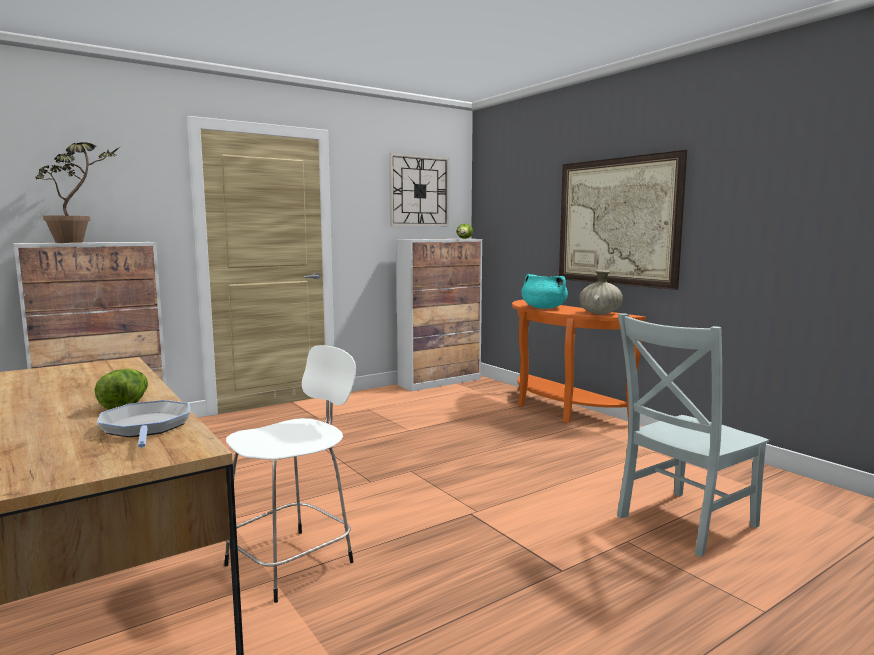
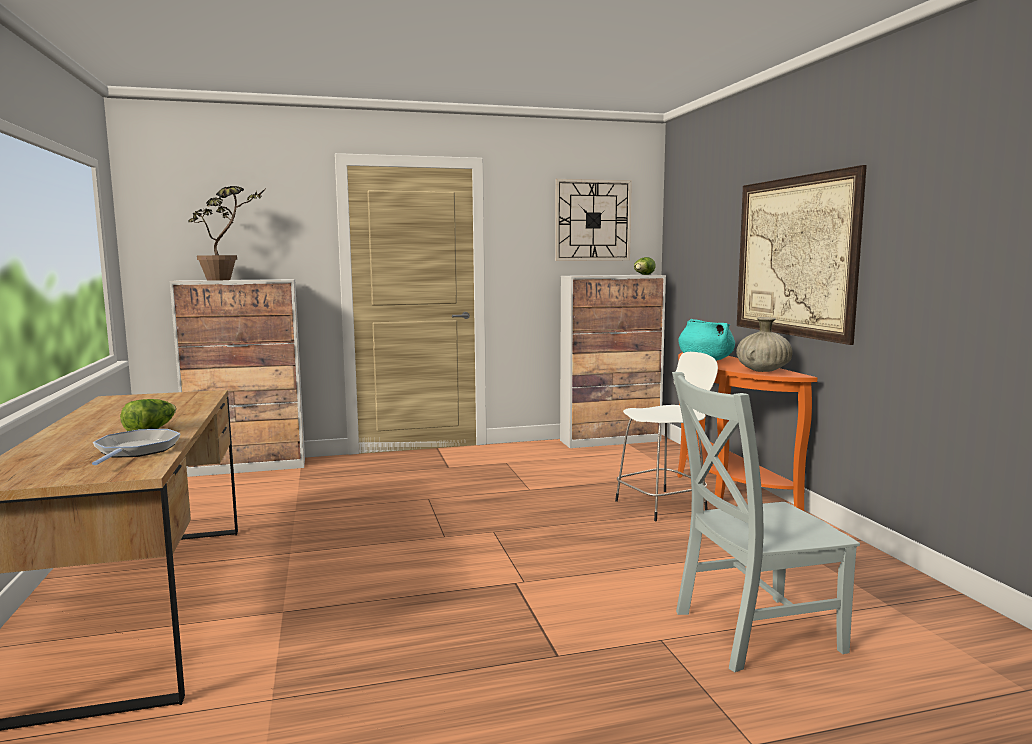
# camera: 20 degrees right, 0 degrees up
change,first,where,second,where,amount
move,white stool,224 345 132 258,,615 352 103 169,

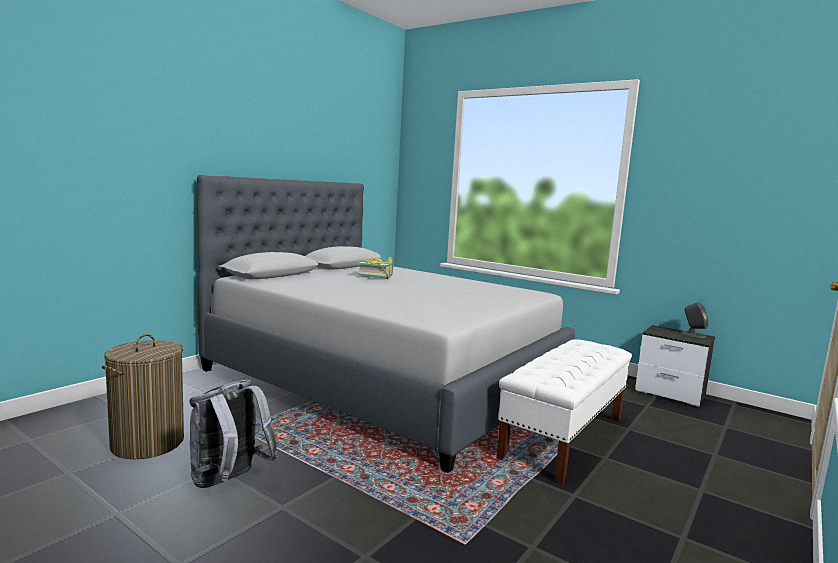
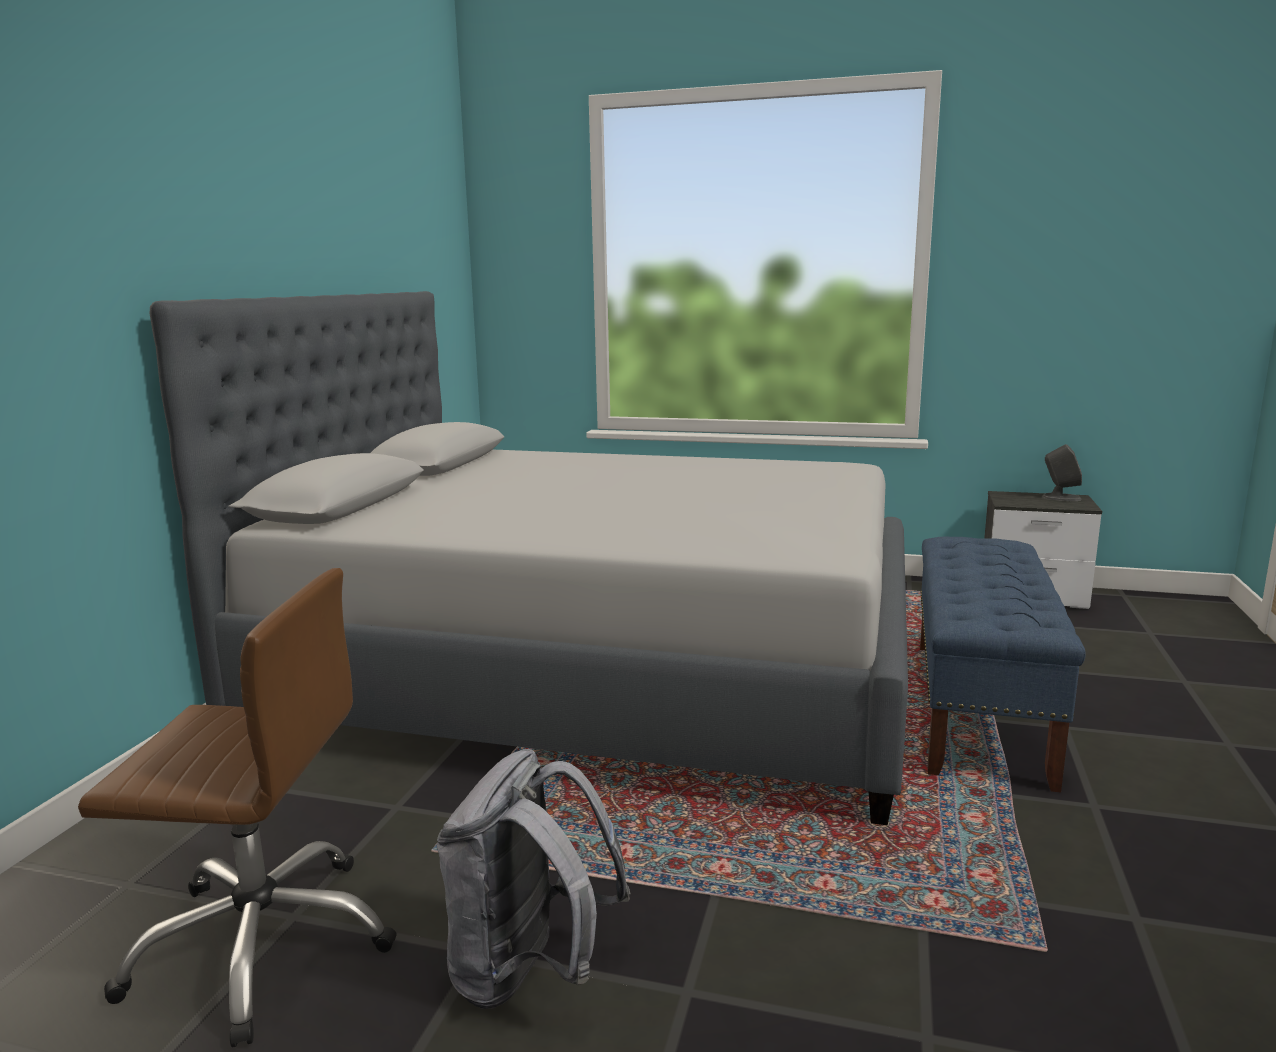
# camera: 20 degrees left, 5 degrees up
change,first,where,second,where,amount
delete,book,358 256 35 23,,,
replace,laundry basket,102 334 82 125,brown office chair,78 568 319 480,
recolor,white bench,497 339 135 146,blue bench,920 537 166 256,

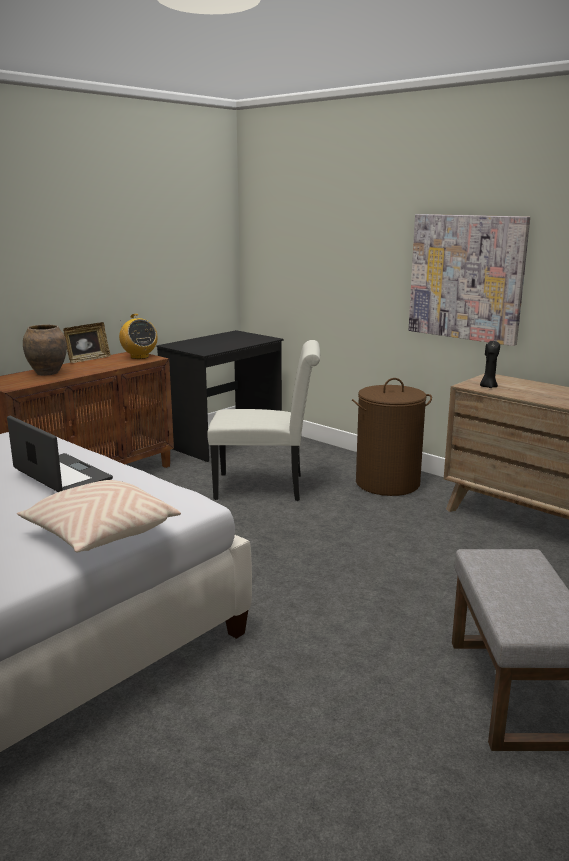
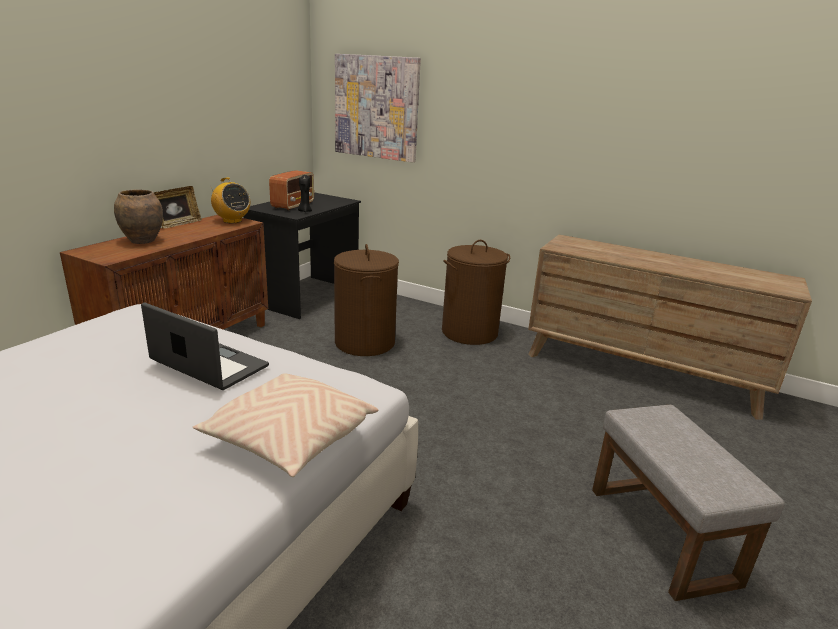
# camera: 15 degrees left, 5 degrees up
change,first,where,second,where,amount
insert,,,radio,269 170 45 41,
move,picture,409 214 121 132,,335 54 86 109,
move,black candle,480 341 20 47,,298 175 14 37,
replace,white chair,207 340 113 161,brown laundry basket,334 244 65 112,

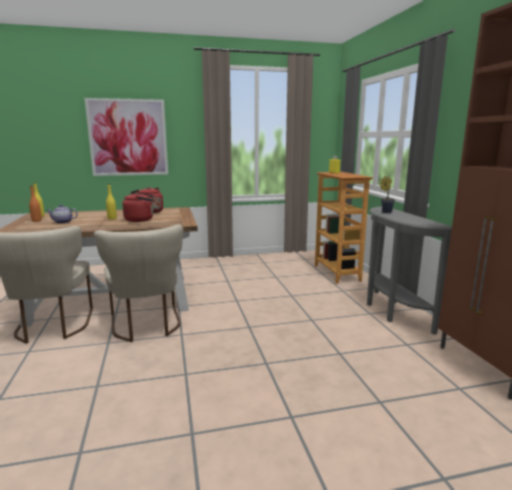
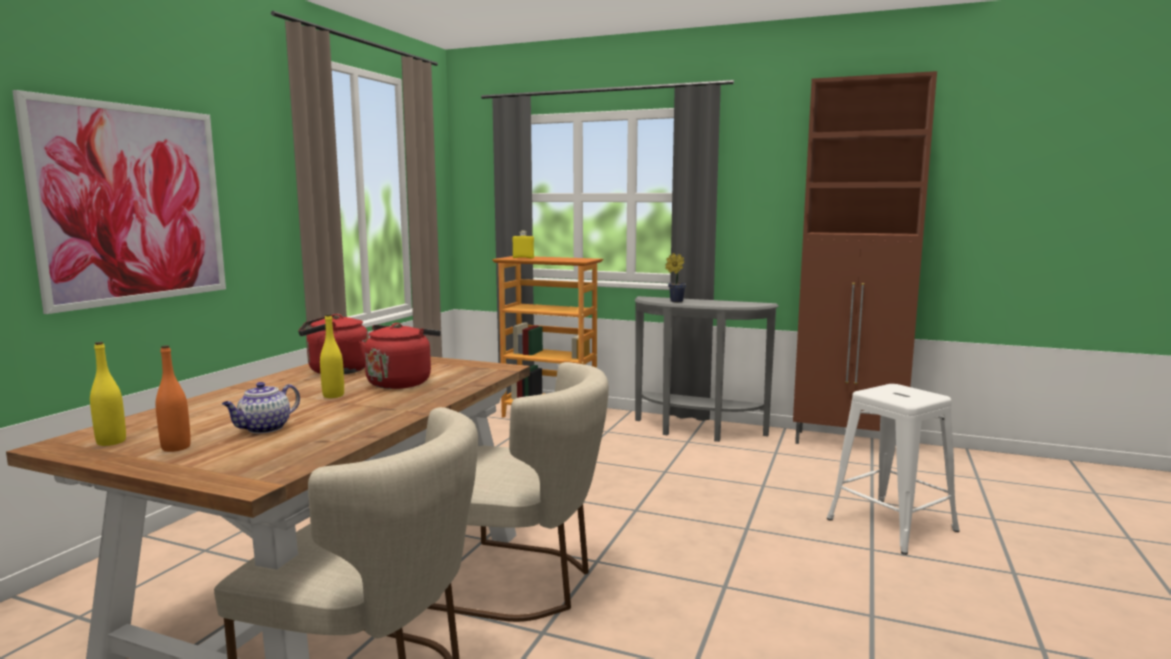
# camera: 55 degrees left, 5 degrees down
change,first,where,second,where,amount
insert,,,white stool,827 384 133 171,

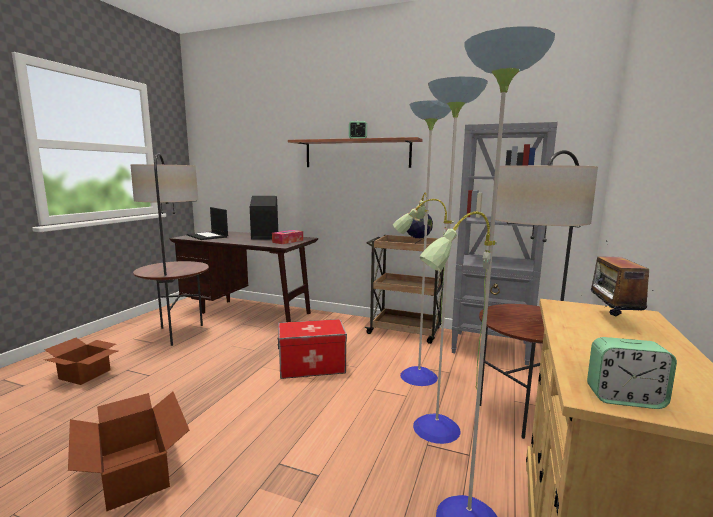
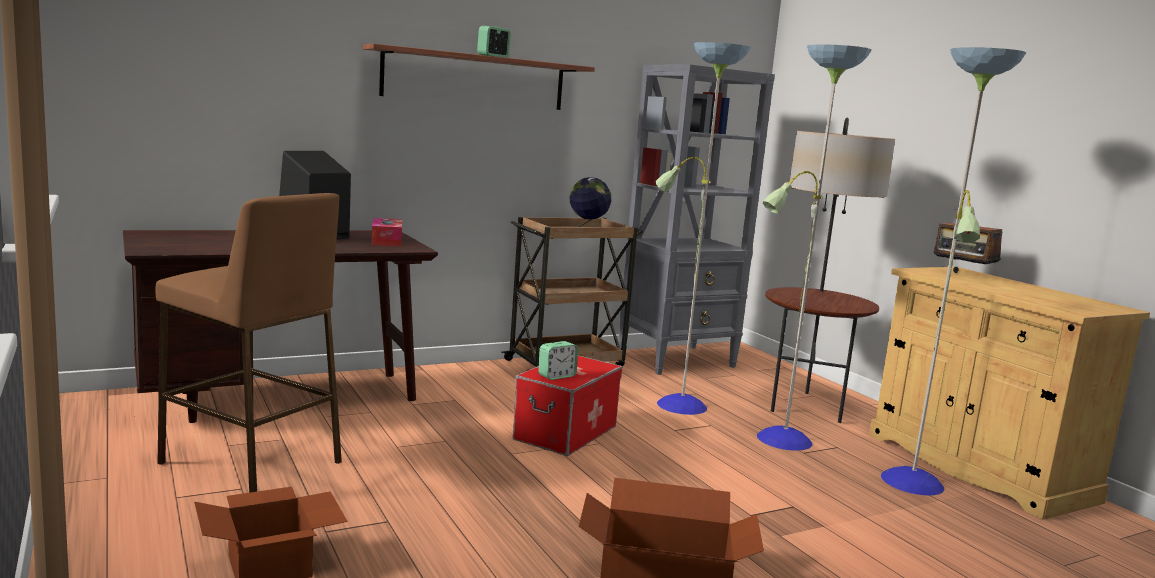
# camera: 50 degrees left, 0 degrees up
change,first,where,second,where,amount
delete,laptop,187 207 41 33,,,
move,alarm clock,587 337 90 72,,538 341 40 39,
replace,floor lamp,130 153 79 193,brown stool,155 193 187 300,

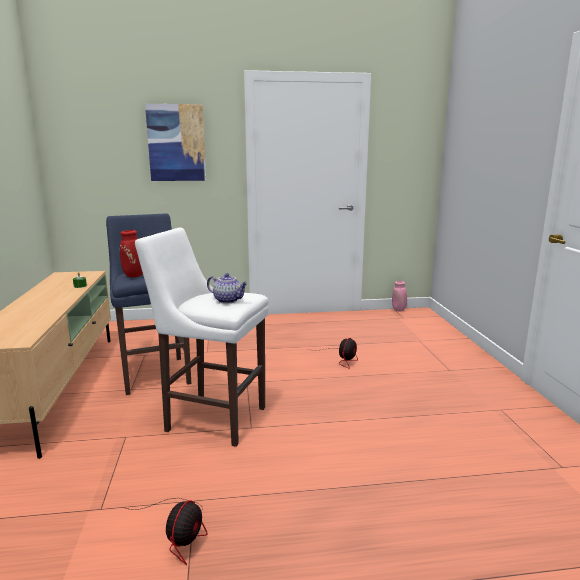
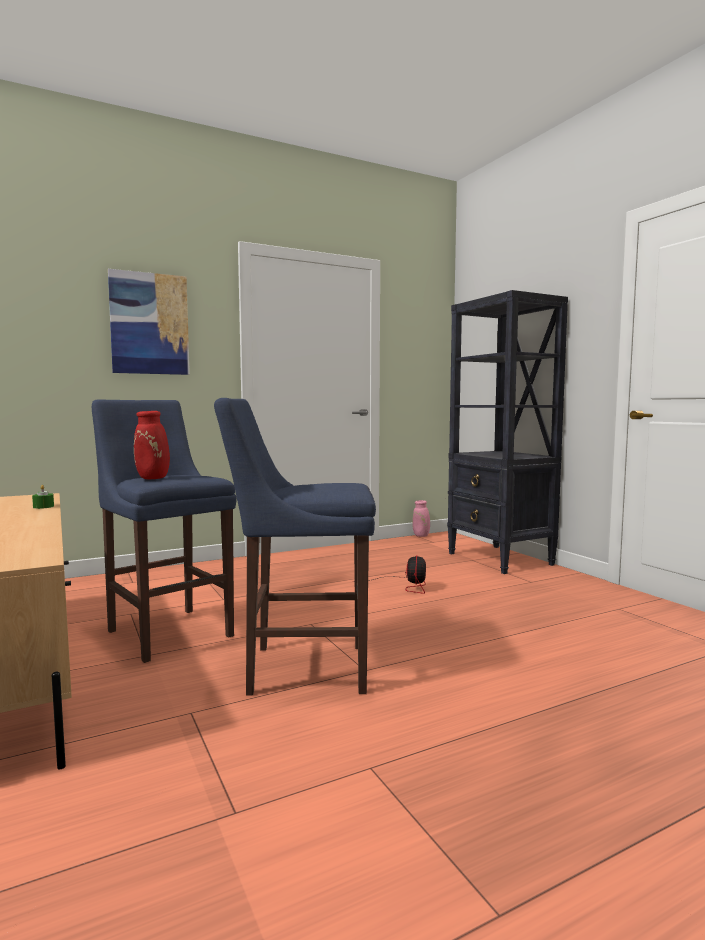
# camera: 20 degrees left, 10 degrees down
change,first,where,second,where,amount
delete,fan,122 498 85 67,,,
delete,teapot,207 273 41 31,,,
insert,,,black bookcase,447 290 121 284,
recolor,white stool,135 228 133 219,blue stool,214 398 162 297,

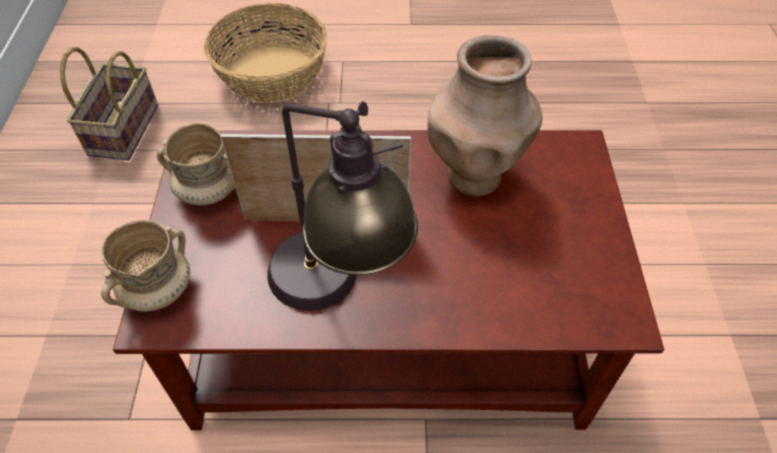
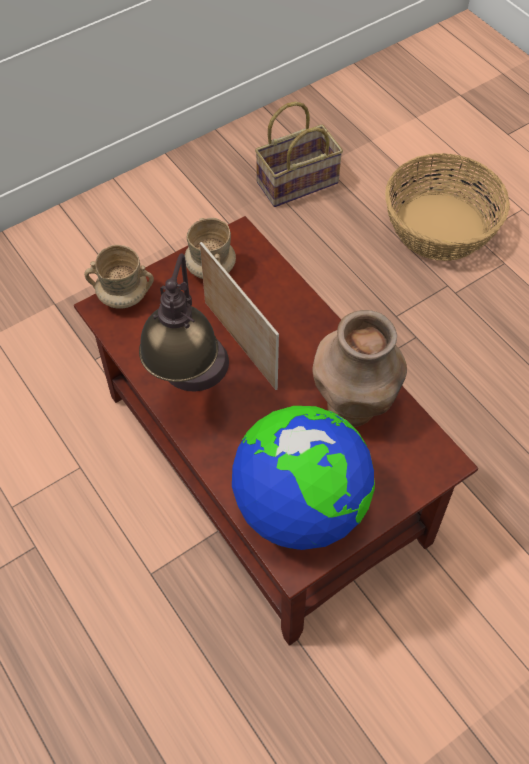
# camera: 55 degrees right, 5 degrees up
change,first,where,second,where,amount
insert,,,globe,232 406 143 144,

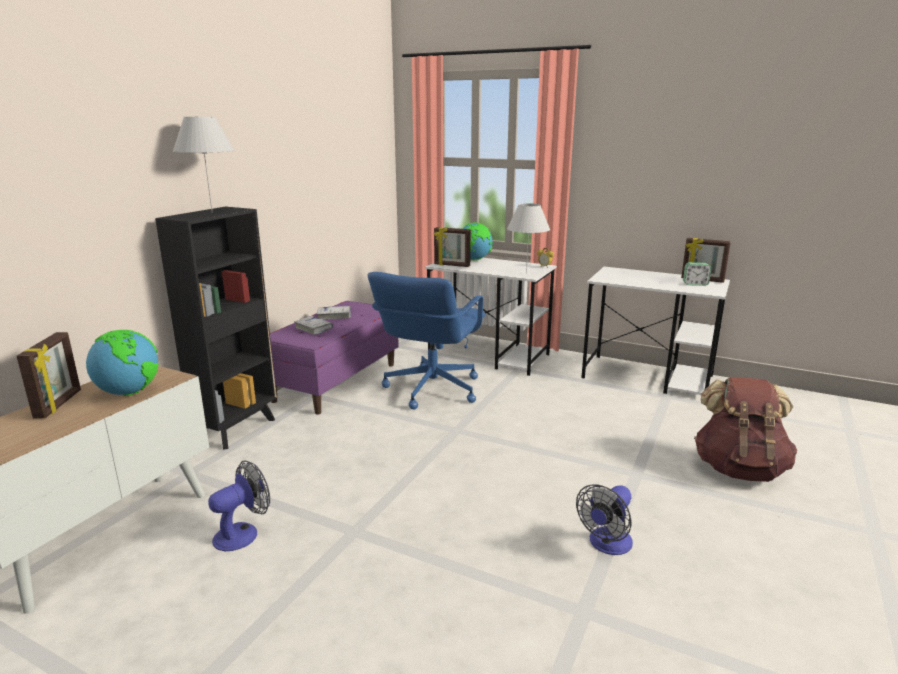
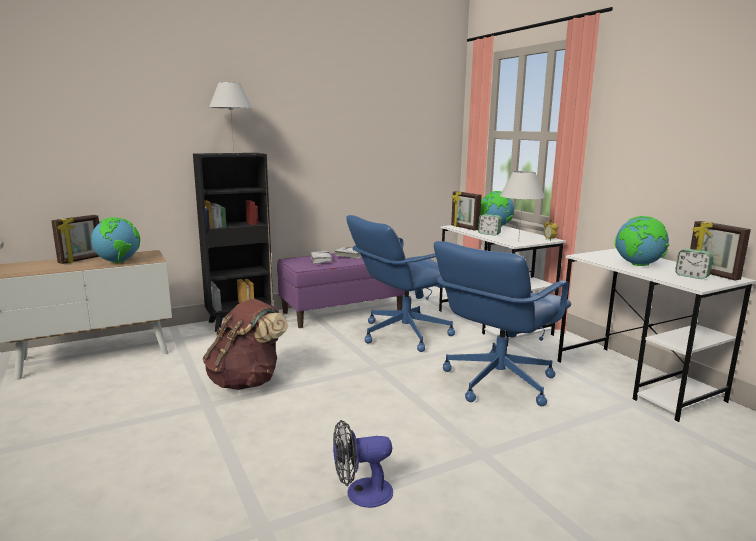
# camera: 35 degrees right, 5 degrees down
change,first,where,second,where,amount
delete,fan,208 460 62 91,,,
insert,,,blue office chair,434 241 137 165,
insert,,,alarm clock,478 214 24 22,
insert,,,globe,615 216 54 50,
move,brown backpack,694 377 103 105,,203 299 85 91,

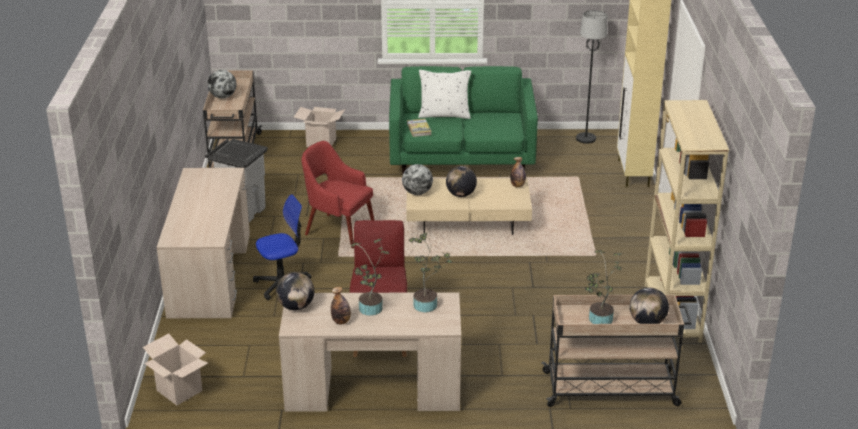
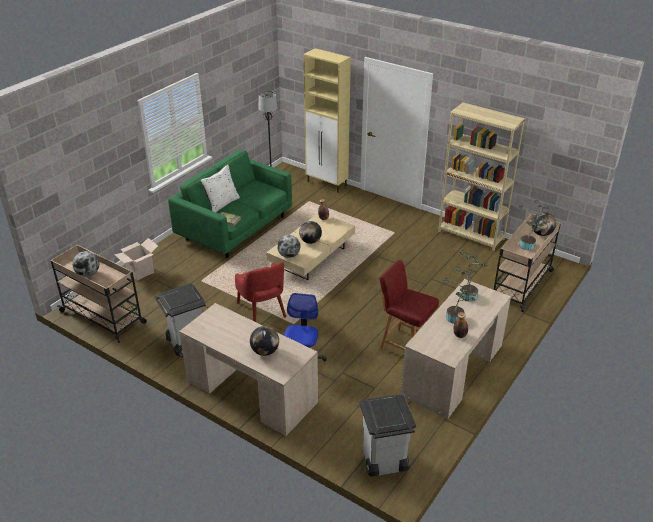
# camera: 55 degrees left, 5 degrees up
change,first,where,second,where,amount
move,globe,276 272 38 38,,250 326 29 30,
replace,cardboard box,143 333 65 72,grey trash can,359 394 57 83,
rotate,red armchair,302 141 72 107,,235 262 51 60,90 degrees counterclockwise

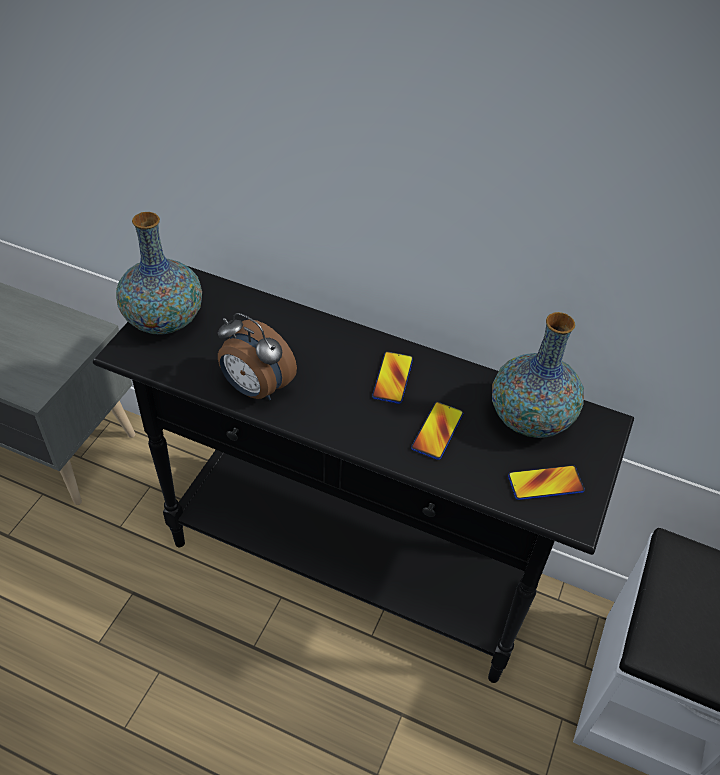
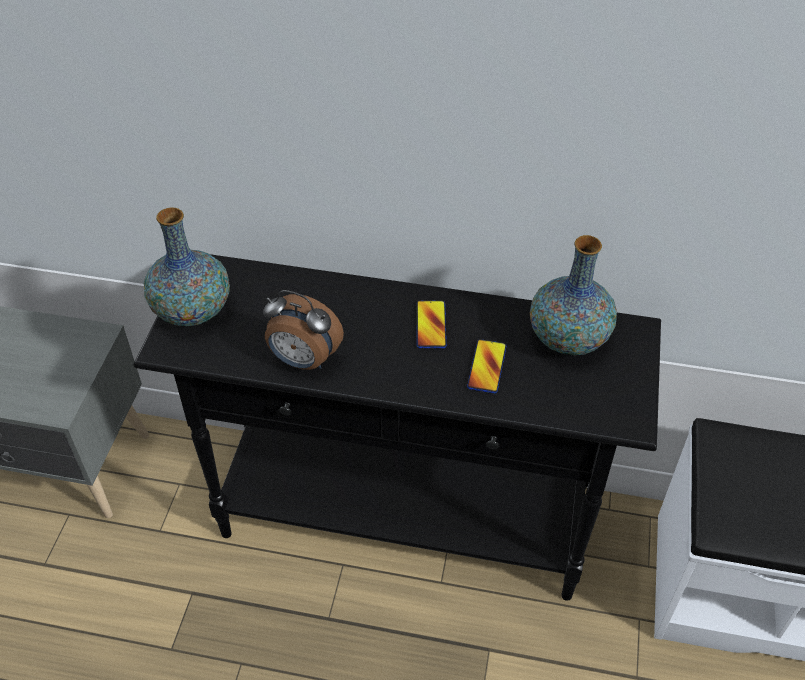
# camera: 10 degrees left, 0 degrees up
change,first,where,second,where,amount
delete,phone,508 465 77 35,,,

